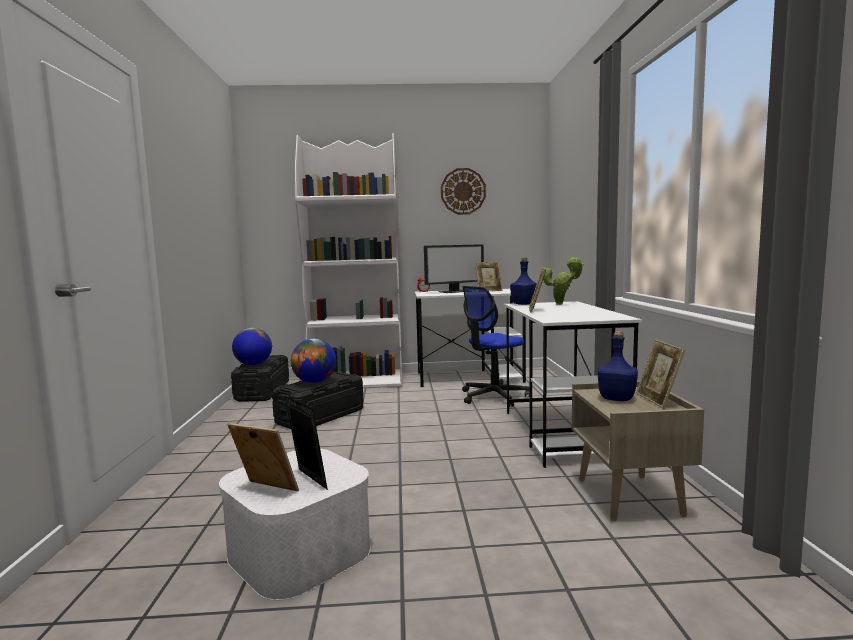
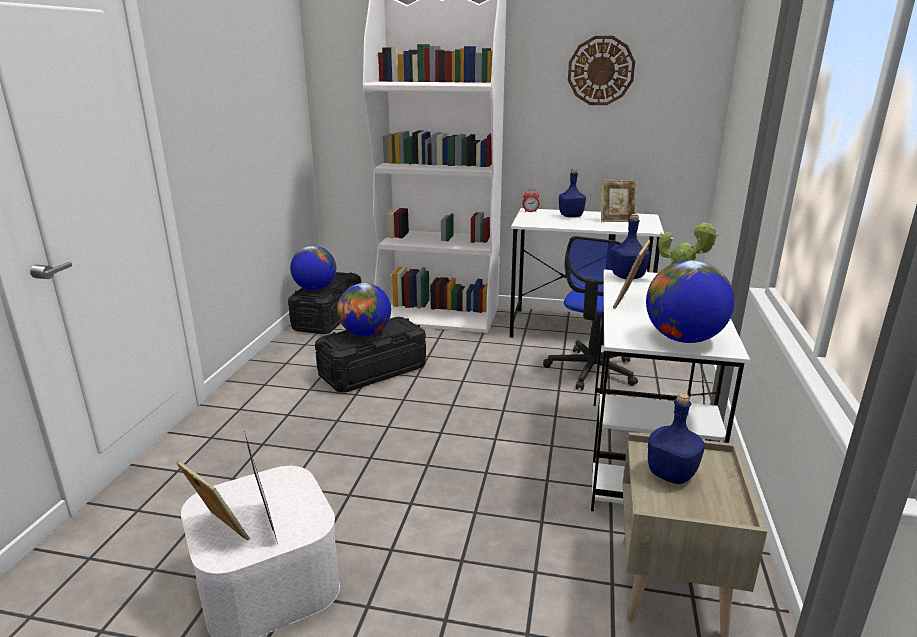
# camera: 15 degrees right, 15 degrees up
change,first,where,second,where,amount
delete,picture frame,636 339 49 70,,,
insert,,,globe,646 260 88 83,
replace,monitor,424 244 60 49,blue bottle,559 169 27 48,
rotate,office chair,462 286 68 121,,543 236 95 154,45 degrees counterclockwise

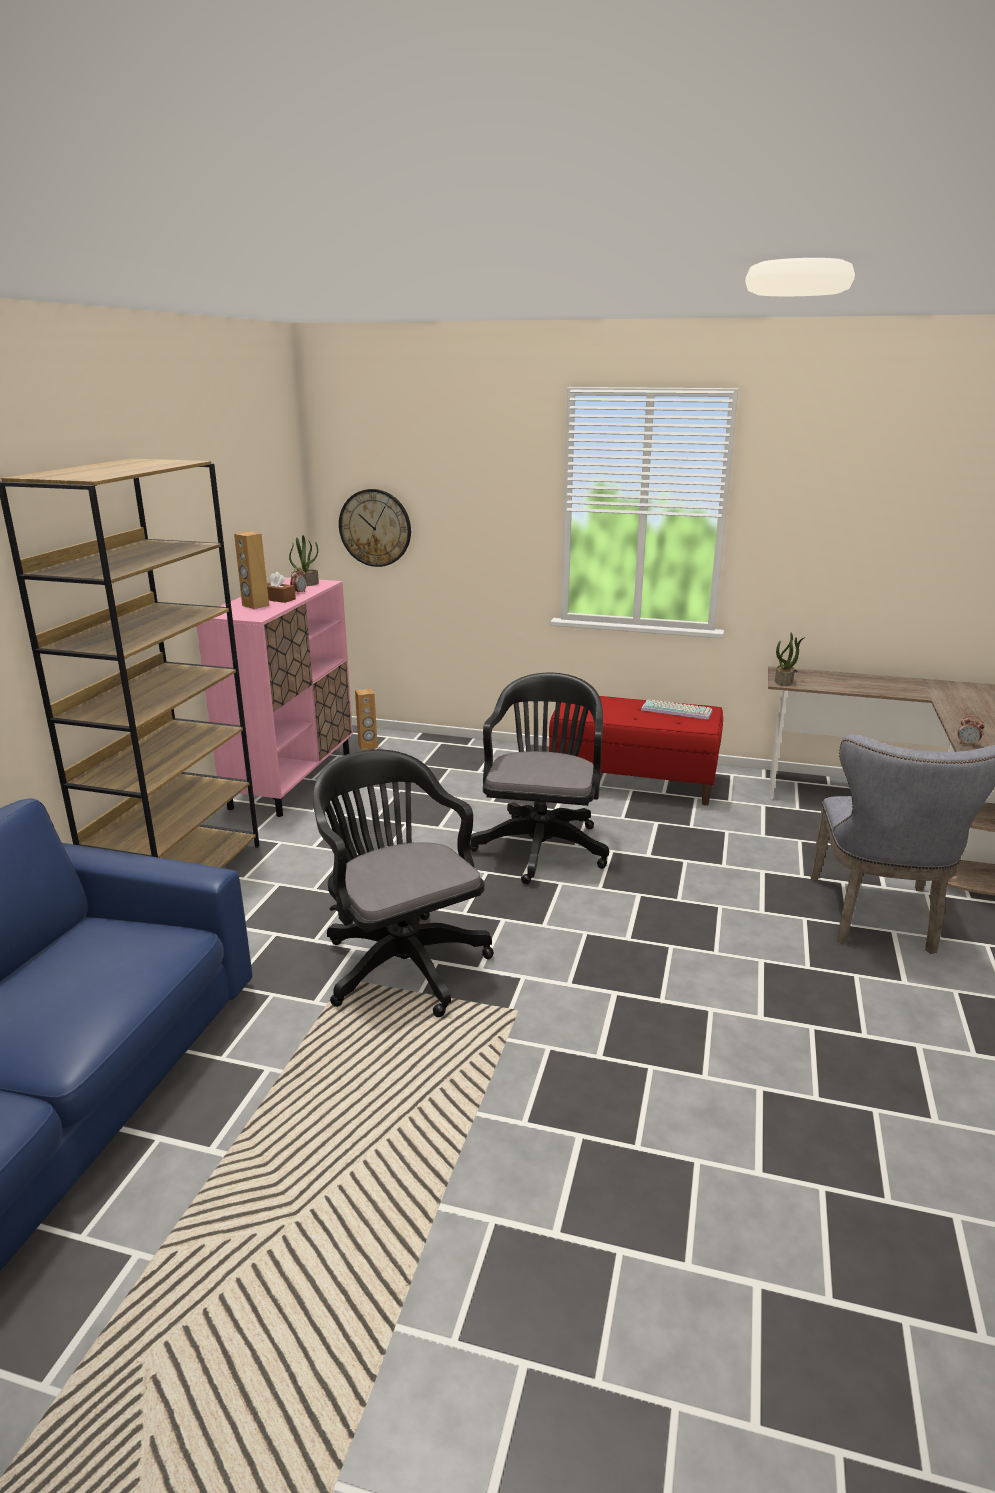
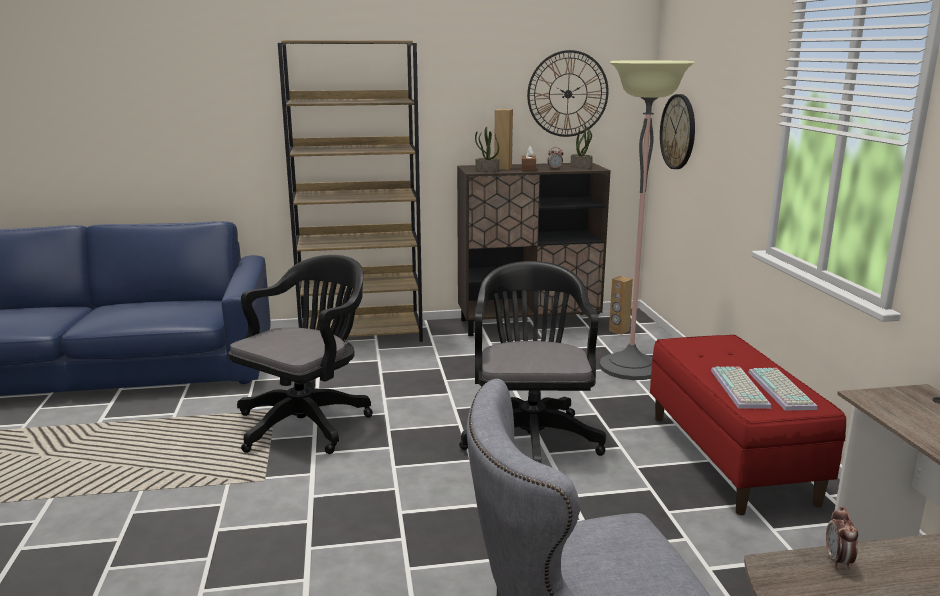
# camera: 65 degrees right, 5 degrees down
change,first,where,second,where,amount
insert,,,wall clock,527 50 82 87,
insert,,,floor lamp,599 60 96 320,
insert,,,keyboard,711 367 60 42,
move,potted plant,775 633 30 53,,475 126 24 46,
recolor,pink cabinet,197 577 156 240,brown cabinet,457 162 154 174,
rotate,black office chair,470 672 139 213,,459 261 147 202,75 degrees counterclockwise

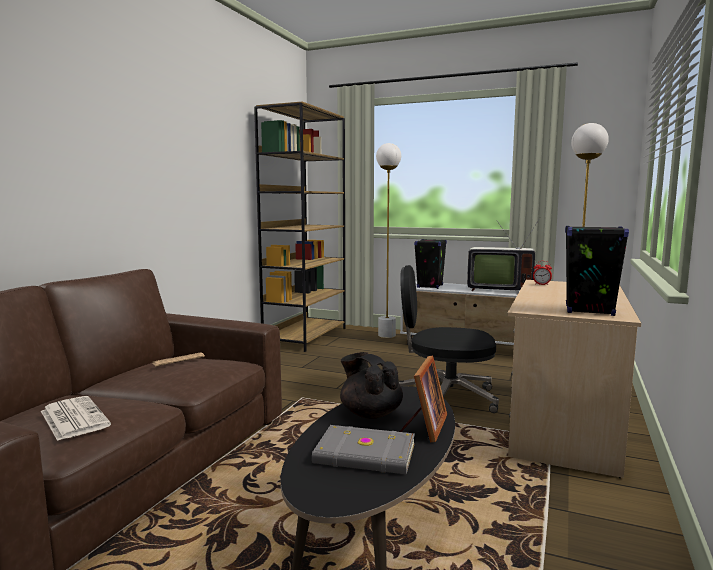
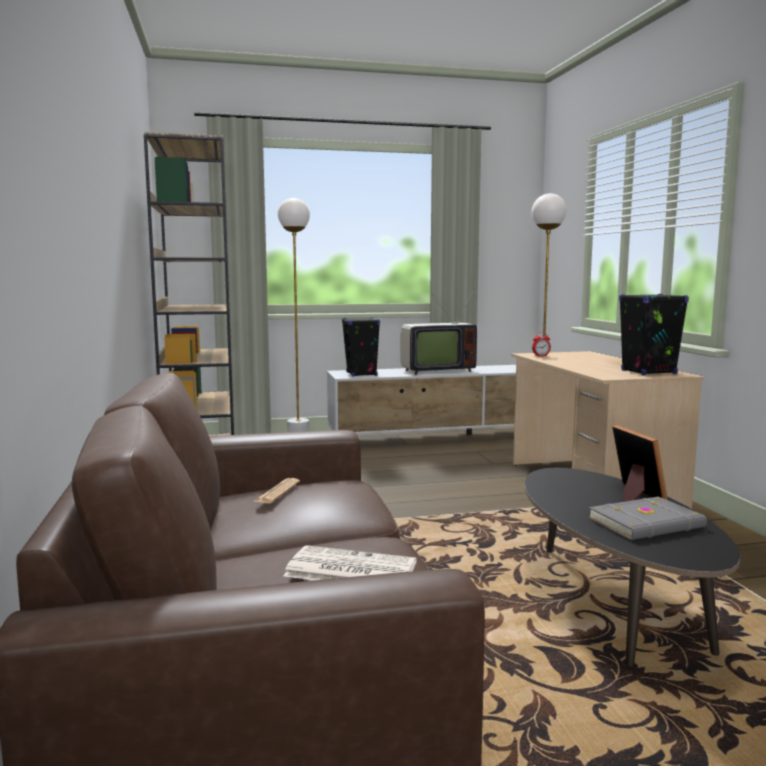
# camera: 35 degrees left, 0 degrees up
change,first,where,second,where,amount
delete,black teapot,340 352 63 67,,,
delete,black office chair,399 265 100 148,,,

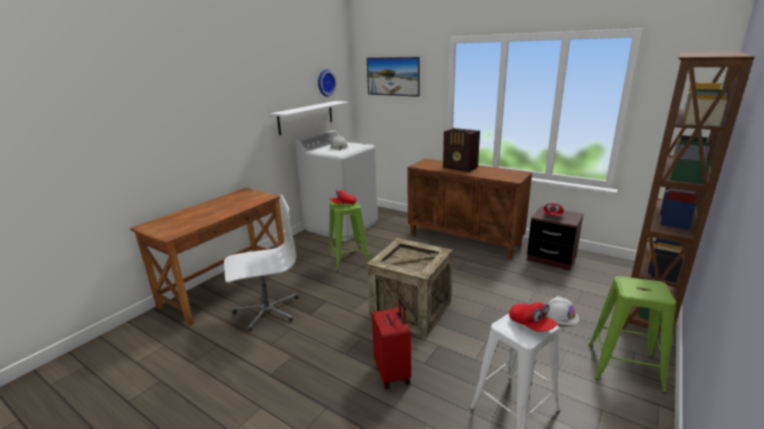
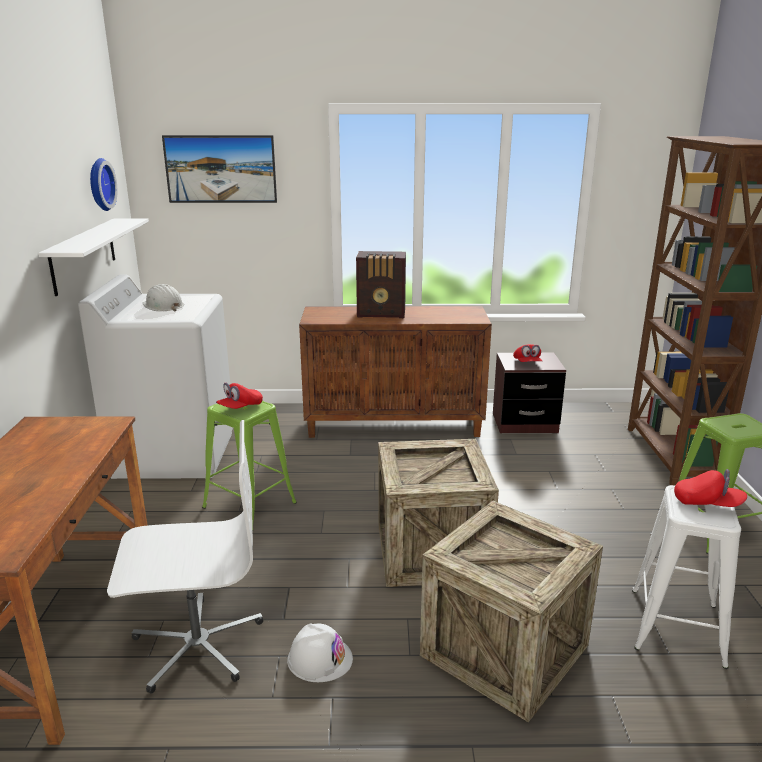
# camera: 35 degrees left, 0 degrees up
change,first,where,second,where,amount
move,white hard hat,546 296 33 29,,287 623 66 59,
replace,red suitcase,372 298 39 92,crate,420 501 183 221,
rotate,white office chair,224 194 74 137,,107 420 156 274,45 degrees clockwise

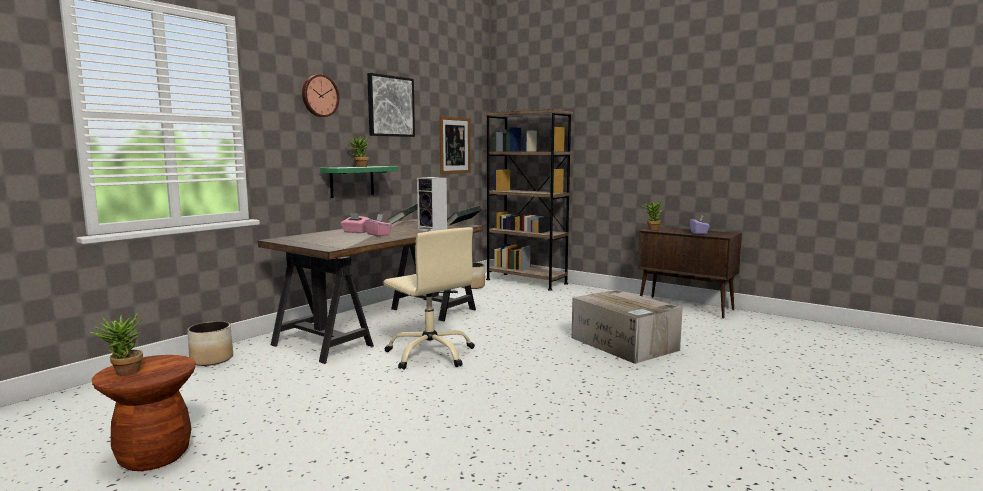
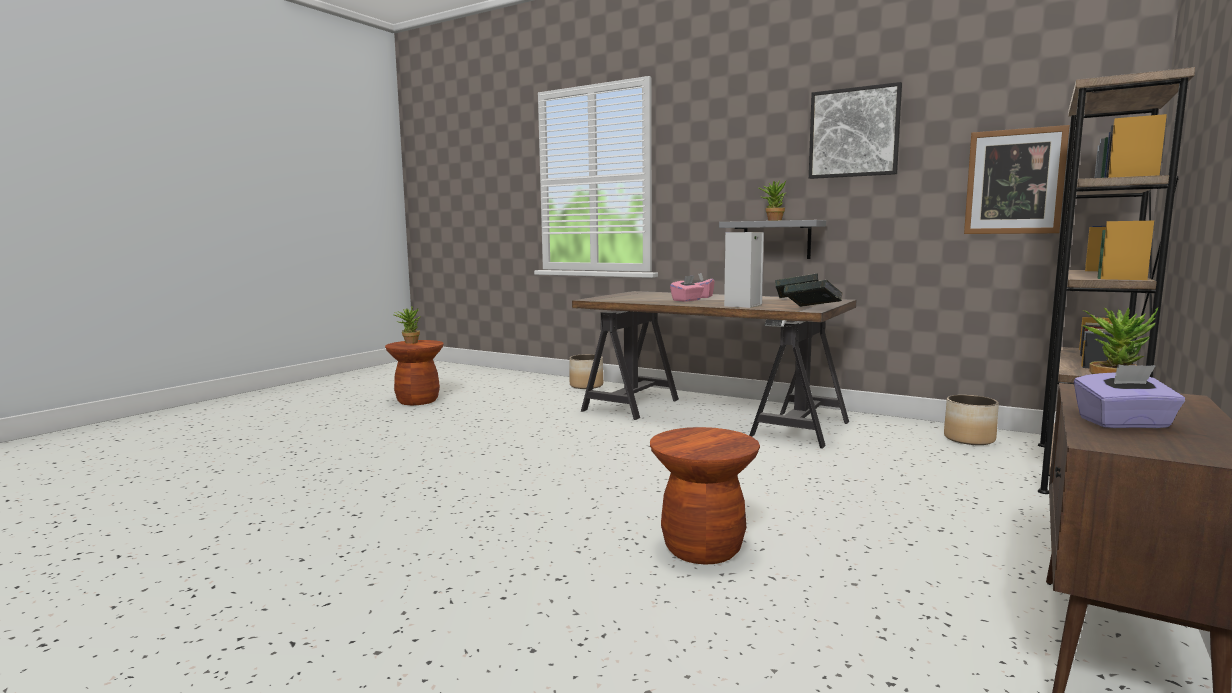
# camera: 85 degrees right, 0 degrees up
change,first,where,second,where,amount
delete,wall clock,302 74 37 43,,,
delete,beige office chair,383 227 92 143,,,
replace,cardboard box,572 289 111 75,brown stool,650 427 110 137,
recolor,green shelf,320 166 78 32,grey shelf,719 220 107 39,

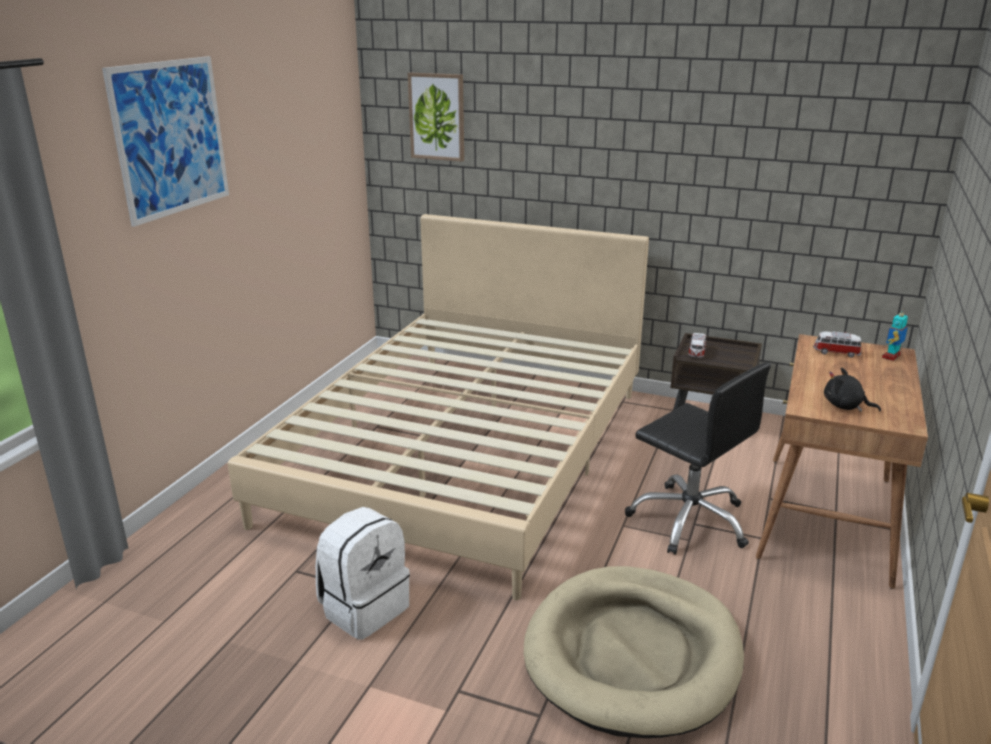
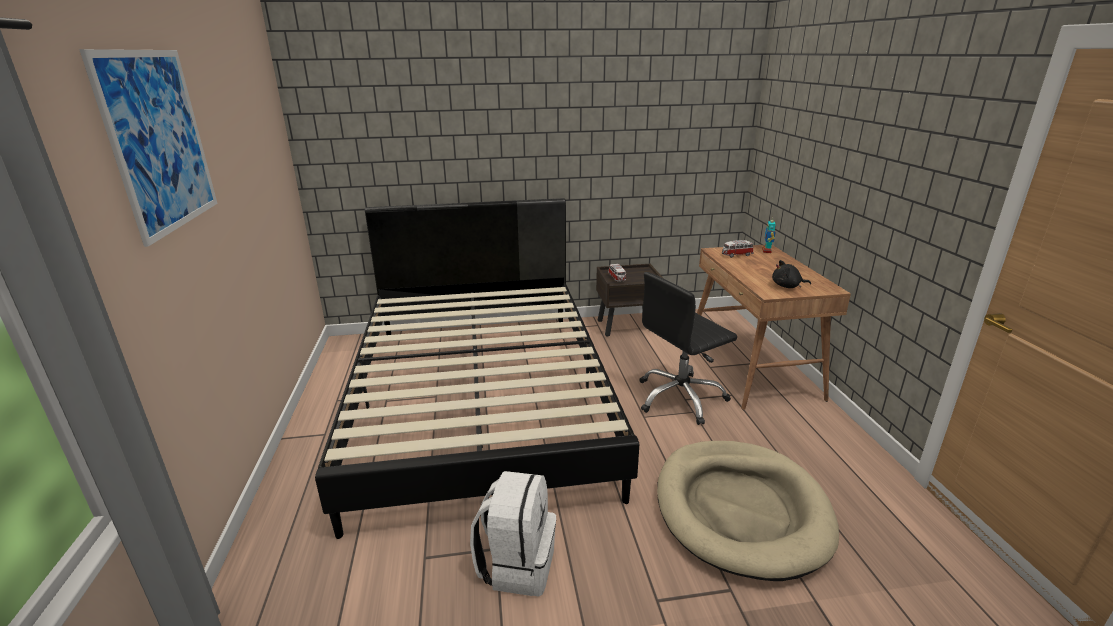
# camera: 30 degrees left, 0 degrees up
change,first,where,second,where,amount
delete,picture,408 73 56 89,,,
recolor,beige bed,228 214 421 386,black bed,315 198 324 341,
rotate,black office chair,625 362 146 193,,639 272 98 153,135 degrees clockwise

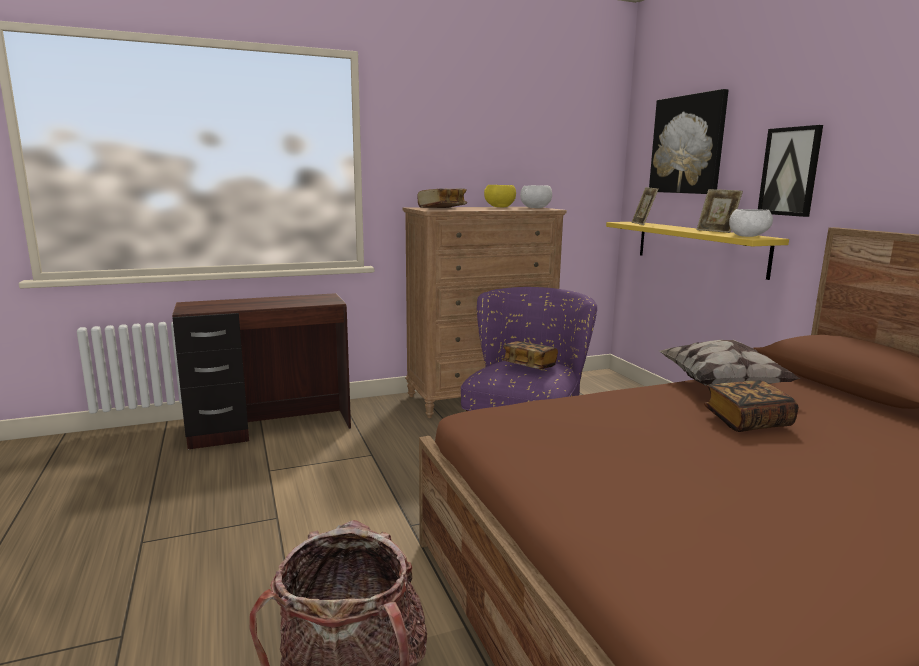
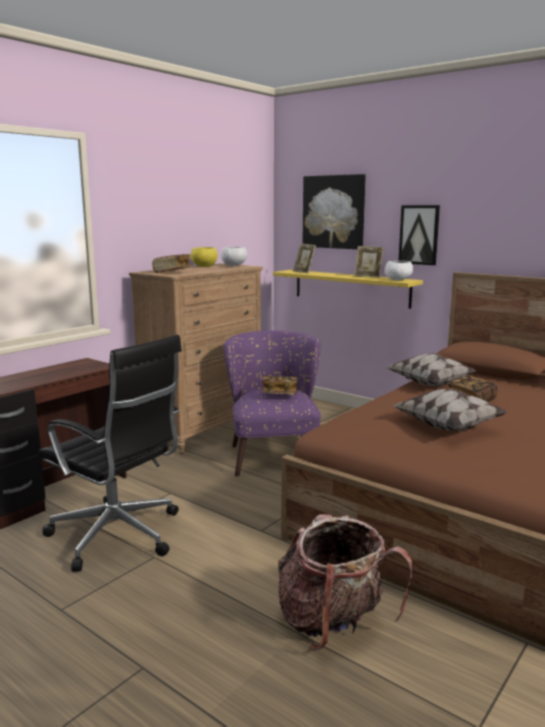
# camera: 30 degrees left, 0 degrees up
change,first,where,second,where,amount
insert,,,black office chair,38 335 144 237,
insert,,,pillow,391 388 117 43,

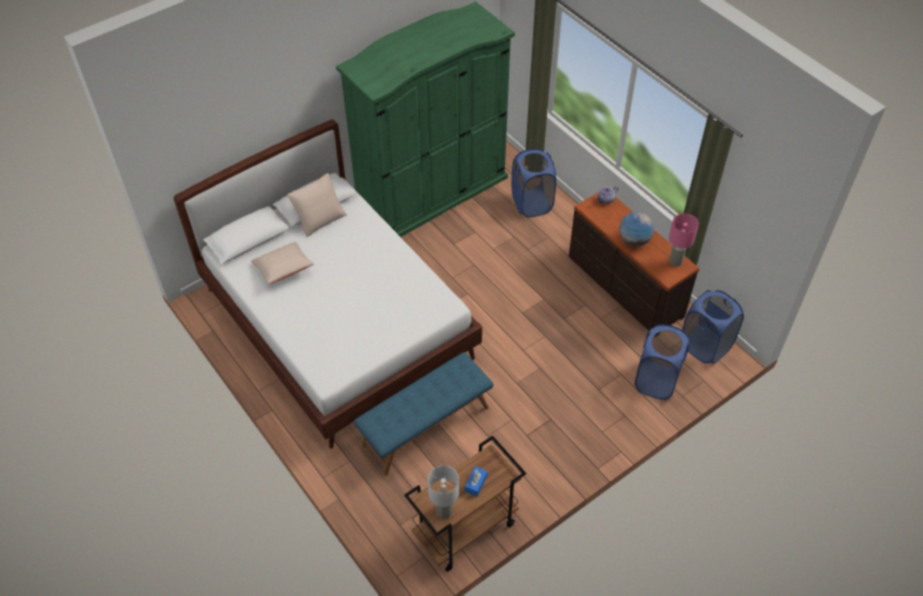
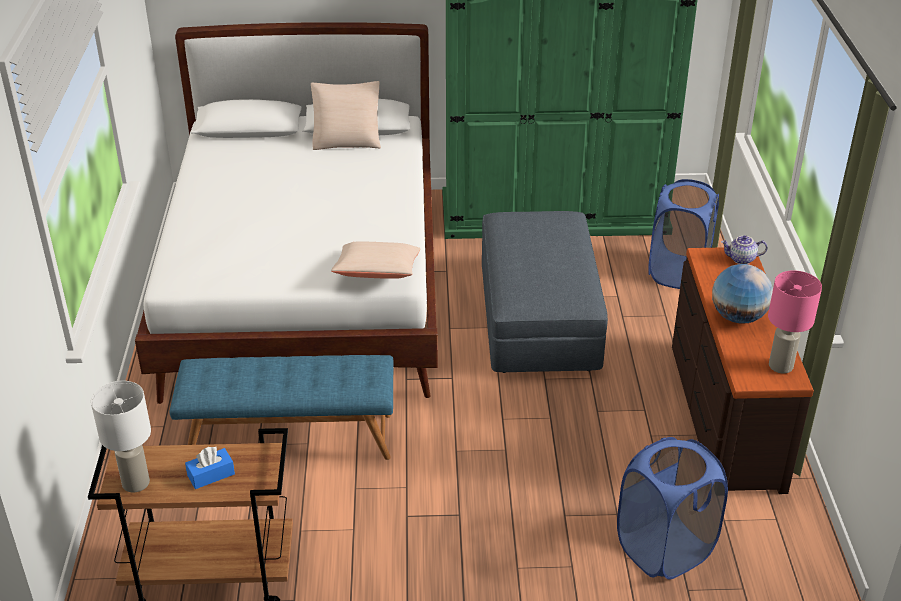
# camera: 35 degrees right, 15 degrees down
change,first,where,second,where,amount
delete,blue laundry basket,682 290 62 74,,,
insert,,,grey ottoman,482 211 126 162,
move,beige pillow,251 242 63 42,,331 241 90 38,

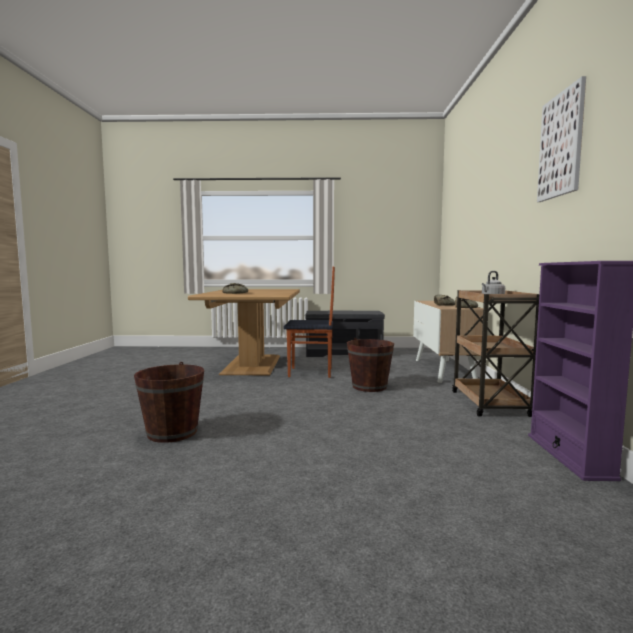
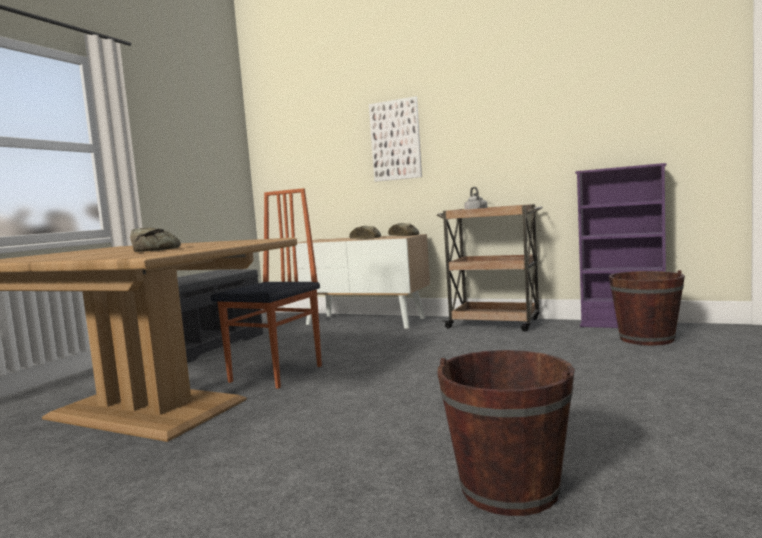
# camera: 65 degrees left, 0 degrees up
change,first,where,second,where,amount
move,brown bucket,347 338 47 54,,609 270 76 76,
move,picture,537 76 49 126,,369 96 53 86,

